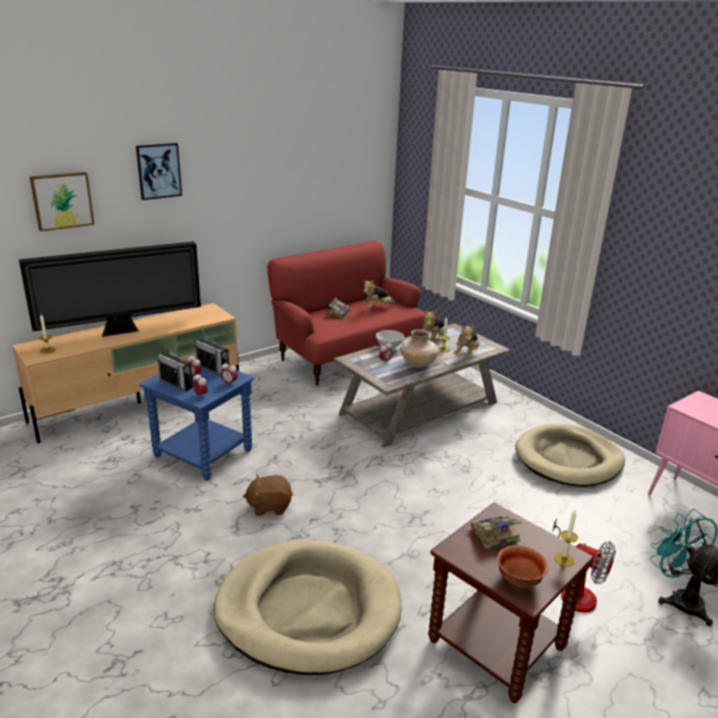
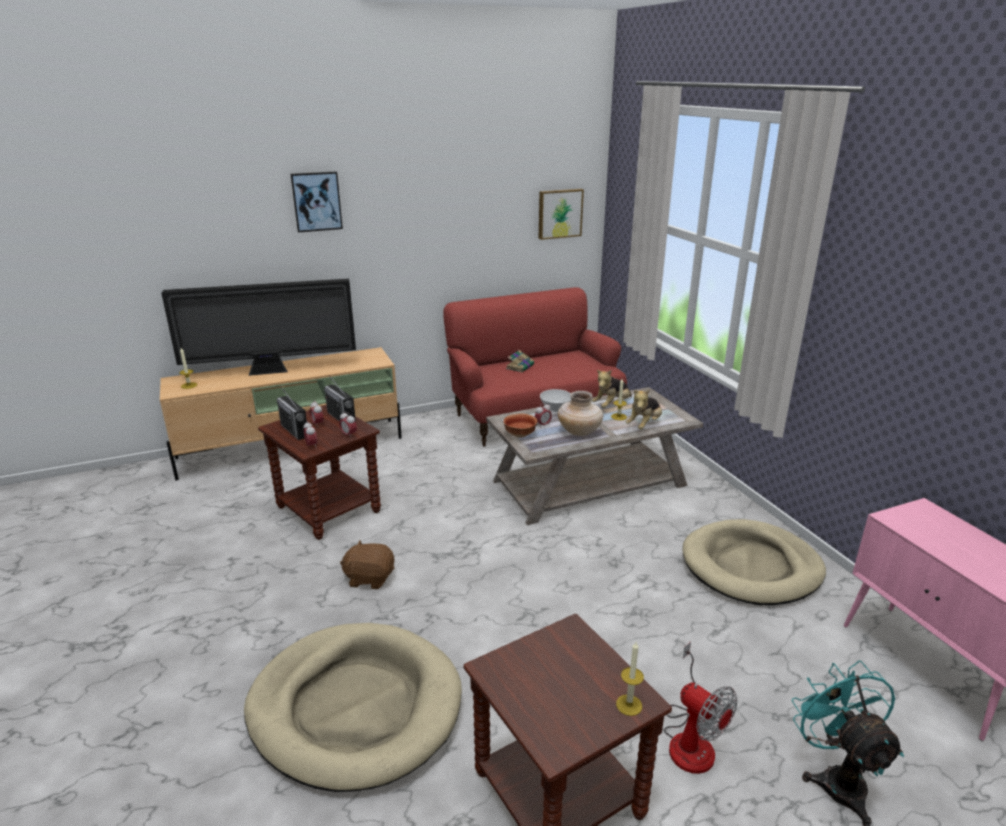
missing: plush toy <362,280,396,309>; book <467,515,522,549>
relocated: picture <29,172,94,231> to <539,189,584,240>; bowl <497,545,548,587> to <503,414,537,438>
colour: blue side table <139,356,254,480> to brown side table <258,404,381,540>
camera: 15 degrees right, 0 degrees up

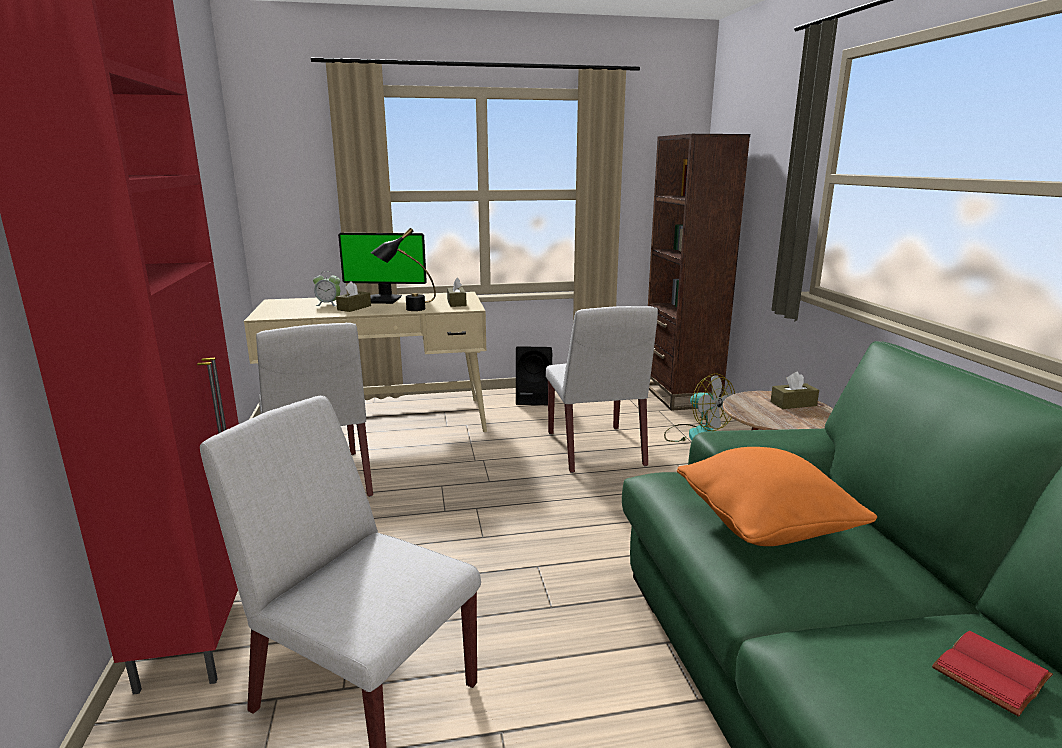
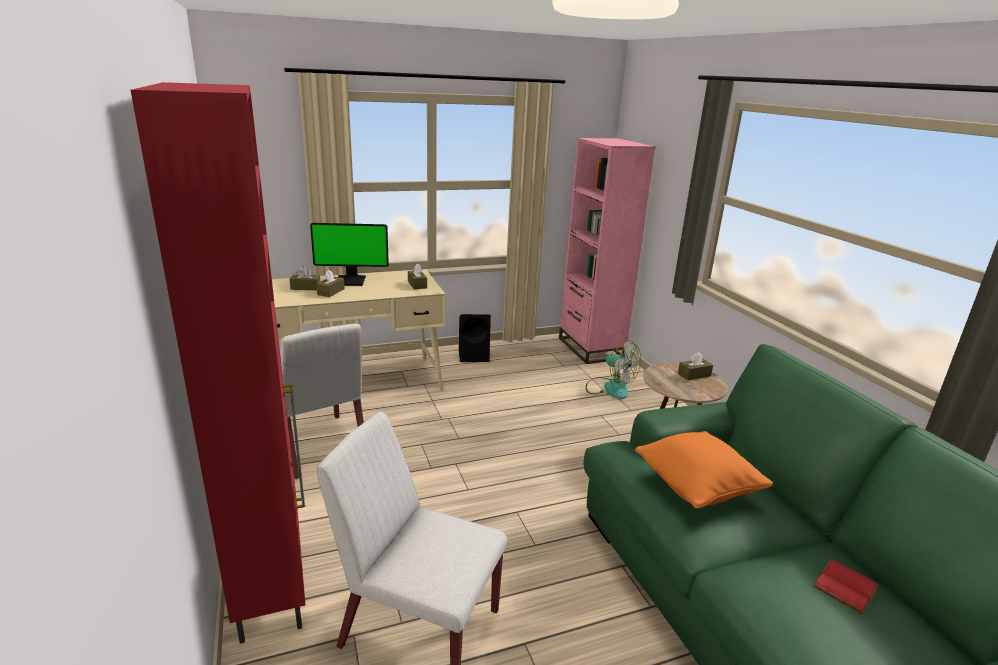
missing: black table lamp <371,228,436,311>; white chair <546,306,658,473>
exchanged: alarm clock <313,271,340,306> to brown tissue box <289,266,320,290>
colour: brown bookcase <648,134,750,411> to pink bookcase <559,138,656,364>
camera: 10 degrees left, 5 degrees up

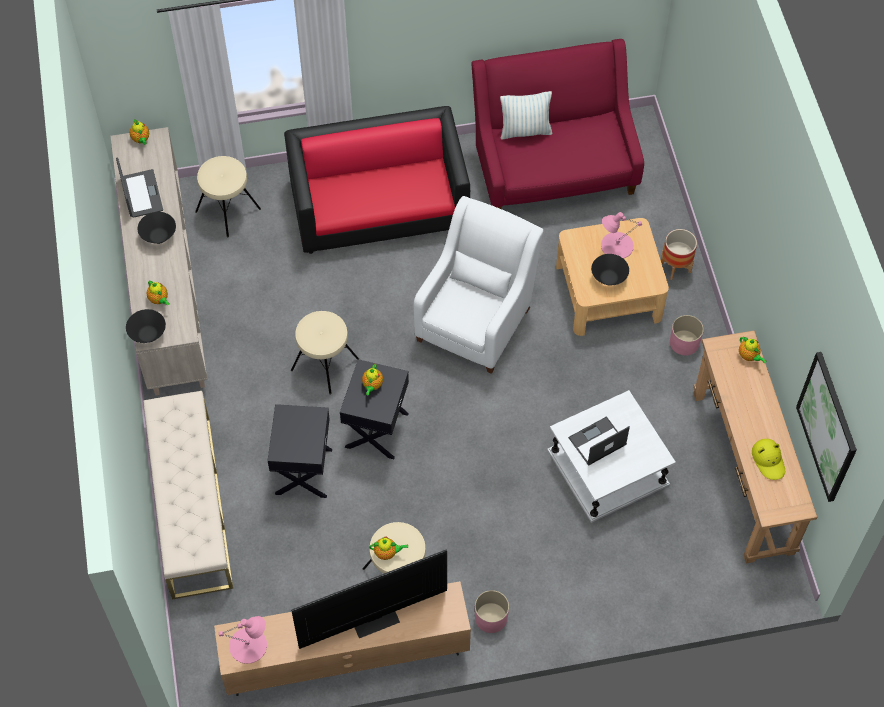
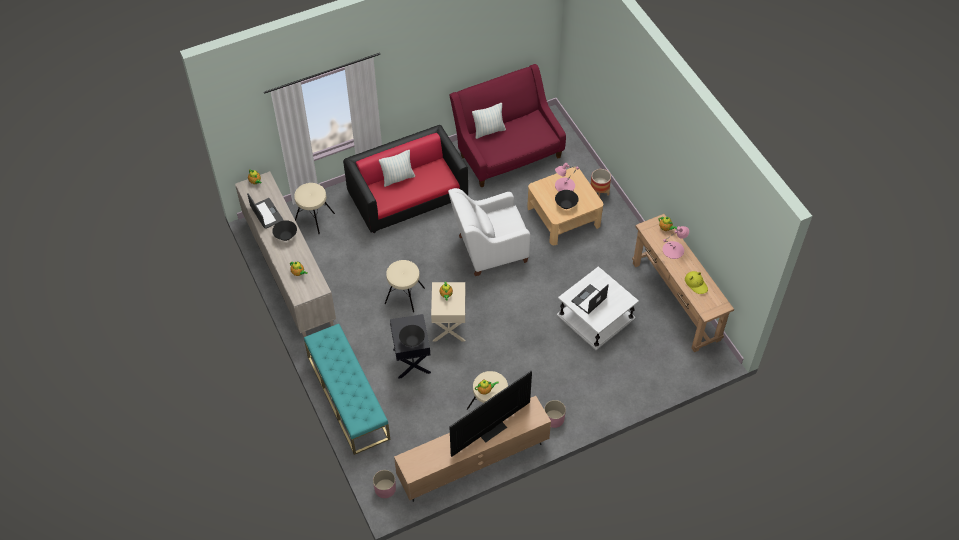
missing: picture <796,352,857,502>
appeared: pillow <379,150,415,187>
relocated: black bowl <126,309,166,343> to <399,325,425,347>; pink table lamp <219,616,267,664> to <663,226,689,259>; pink planter <670,315,704,355> to <373,470,396,498>
colour: beige bench <143,391,233,599> to turquoise bench <304,324,390,455>; black side table <340,359,409,459> to beige side table <431,282,466,341>
spun: white armchair <414,196,543,374> = <448,188,530,276> 120 degrees counterclockwise
camera: 15 degrees left, 5 degrees down

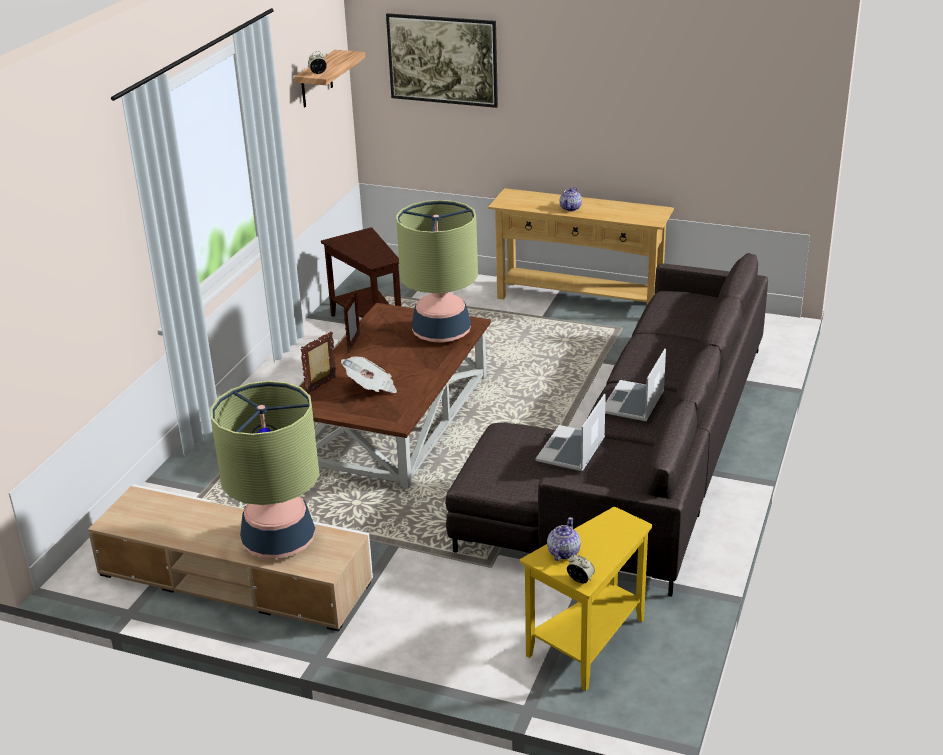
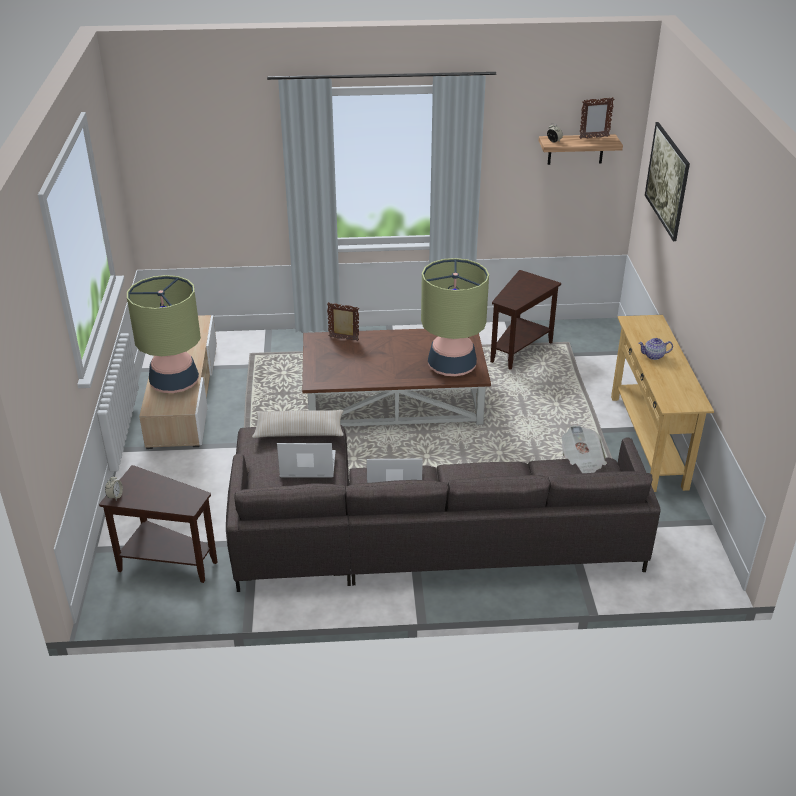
missing: teapot <547,517,581,561>
appeared: beige pillow <252,410,344,438>
relocated: newspaper <341,356,397,393> to <561,425,607,473>; picture frame <344,290,360,352> to <579,97,614,139>
colour: yellow side table <520,507,652,691> to brown side table <99,465,218,583>
camera: 65 degrees right, 5 degrees up

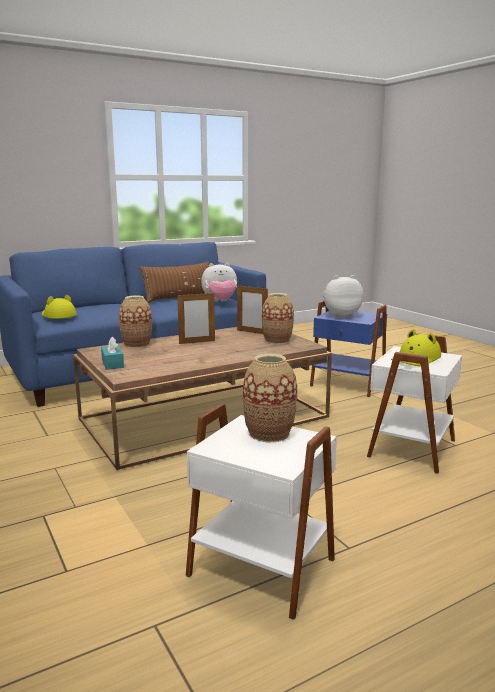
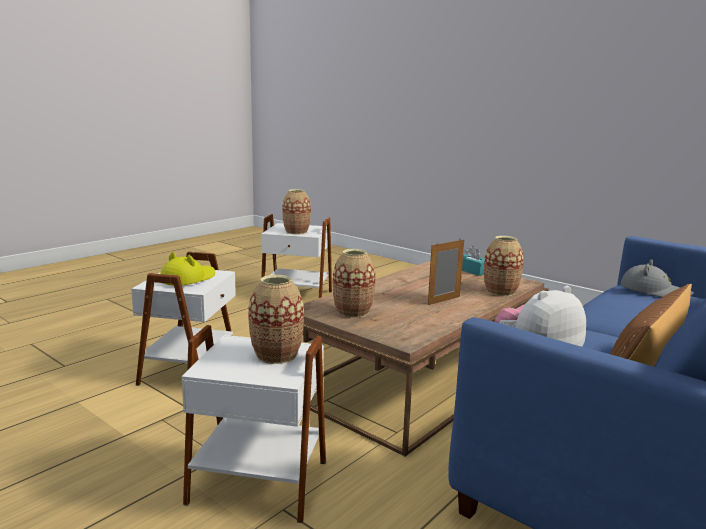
missing: picture frame <237,284,268,334>
exchanged: plush toy <323,275,364,318> to vase <249,275,304,364>
colour: yellow hat <42,294,77,319> to grey hat <620,259,694,298>; blue side table <310,300,387,397> to white side table <182,325,326,523>
camera: 160 degrees right, 0 degrees up

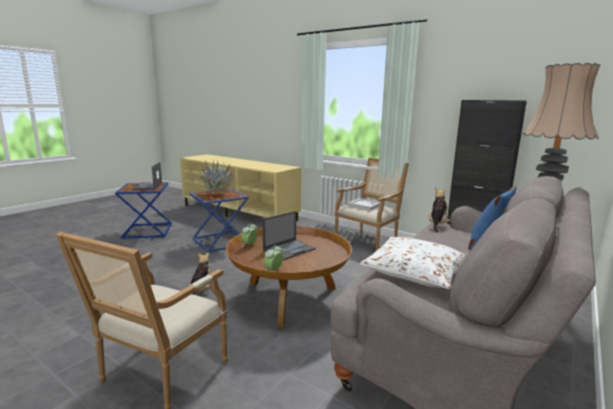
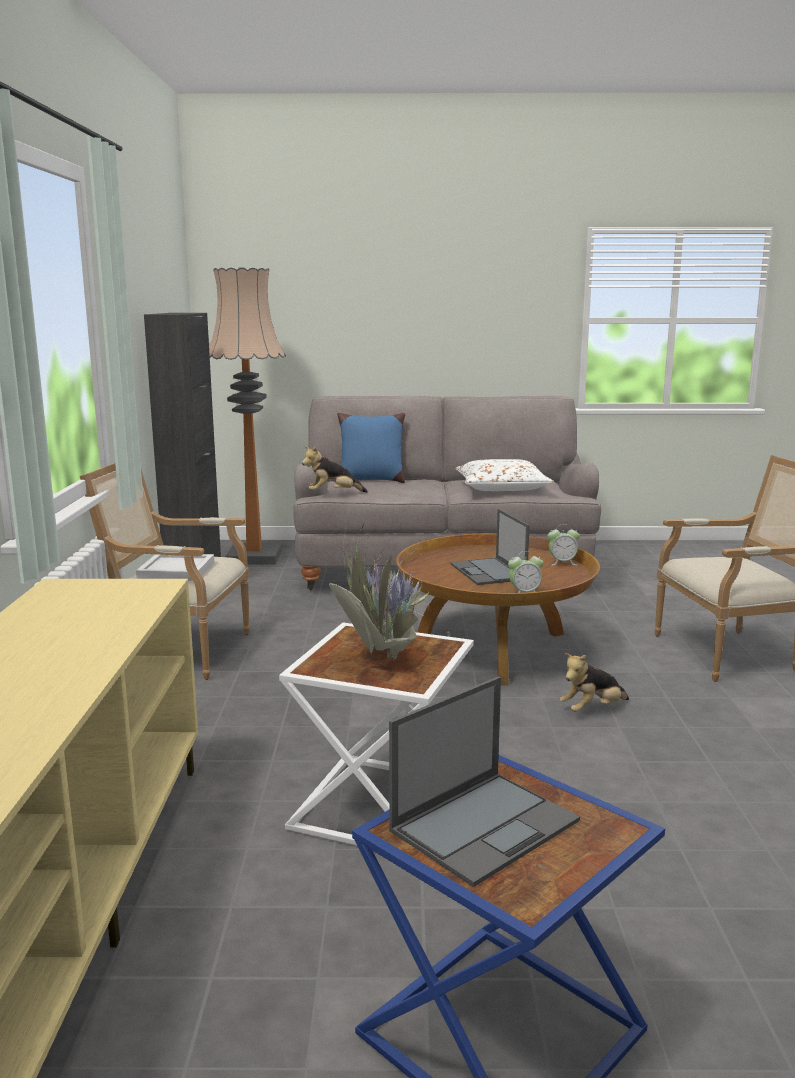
colour: blue side table <190,188,249,253> to white side table <279,623,474,845>
spun: laptop <262,211,316,260> = <451,509,530,585> 120 degrees counterclockwise
camera: 125 degrees left, 0 degrees up

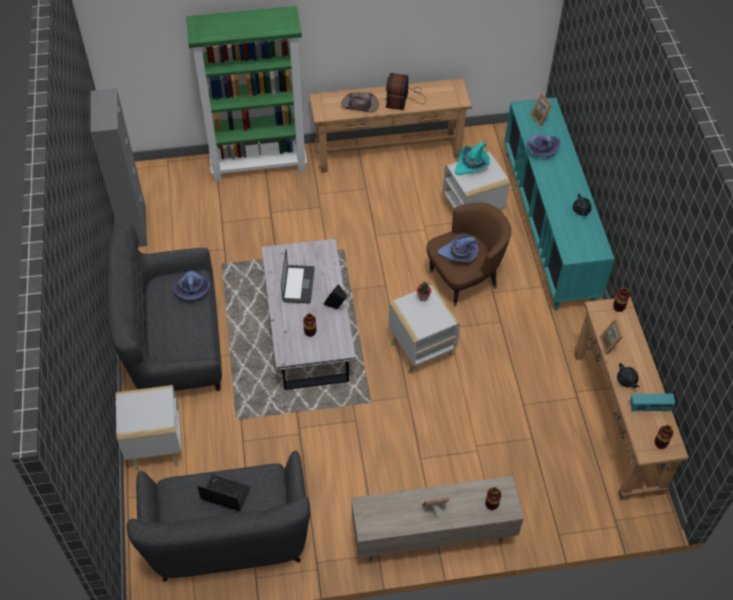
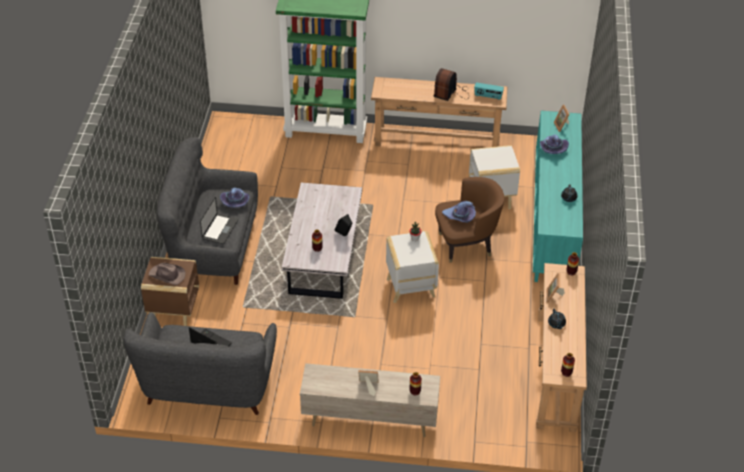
missing: grey cabinet <90,88,147,247>; turquoise hat <455,142,490,175>
relocated: laptop <281,250,315,303> to <200,197,238,244>; brown hat <341,92,379,112> to <149,263,186,285>; radio <630,394,675,411> to <474,82,504,100>
colour: white side table <116,385,182,471> to brown side table <141,257,199,326>
camera: 15 degrees right, 10 degrees down

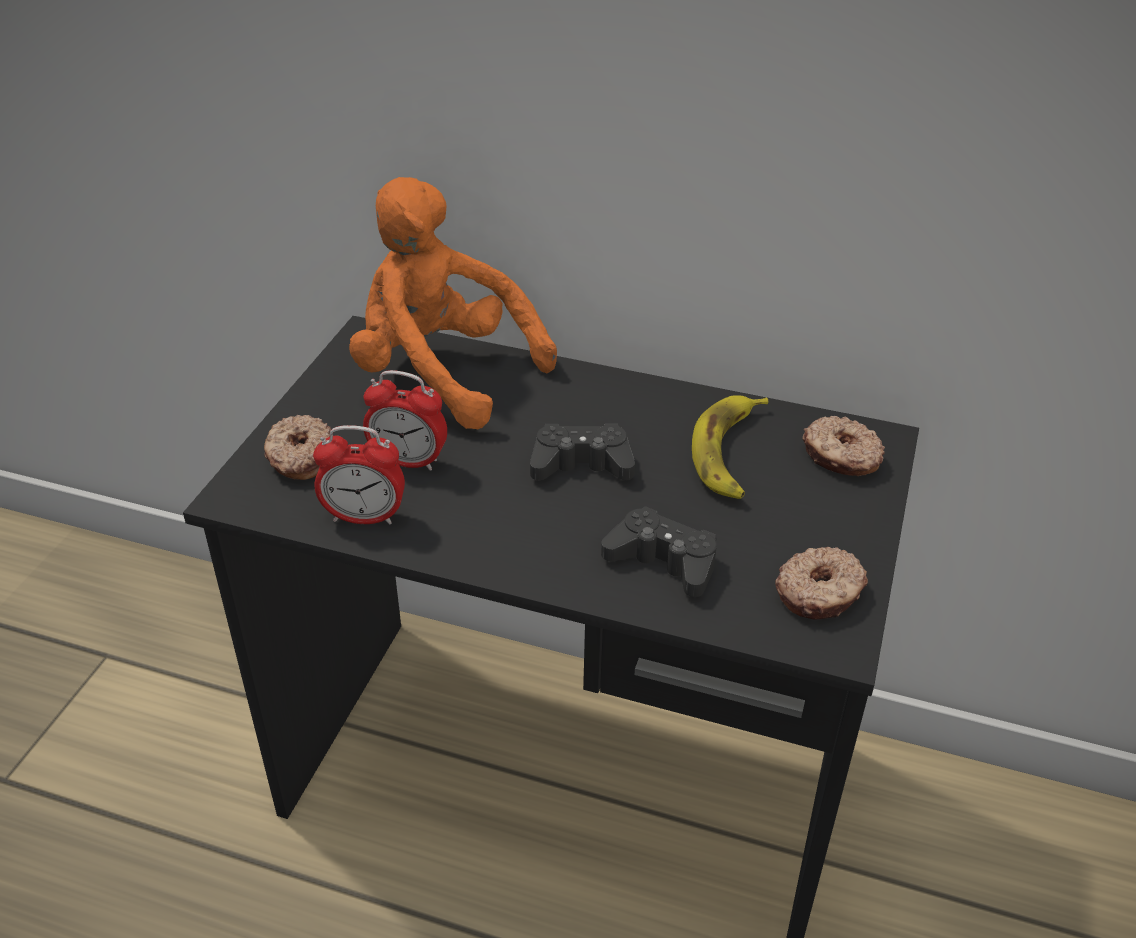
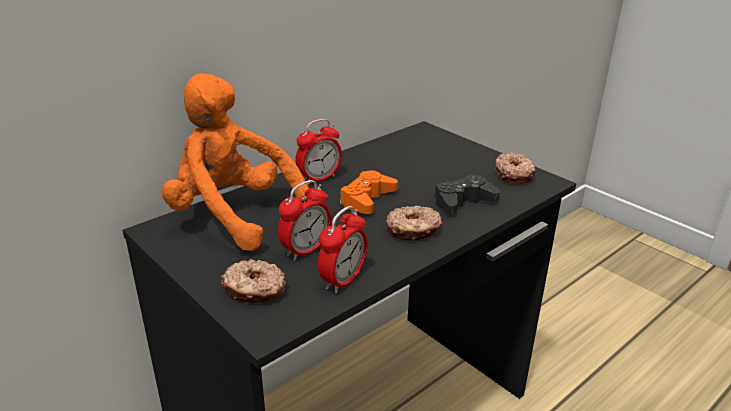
missing: banana <692,395,768,499>
appeared: alarm clock <296,119,342,185>
relocated: donut <802,416,885,476> to <386,206,442,241>
colour: black game controller <530,424,635,480> to orange game controller <340,171,398,214>
spun: orange plush toy <349,177,557,429> = <161,73,309,251> 60 degrees clockwise
camera: 60 degrees left, 10 degrees down

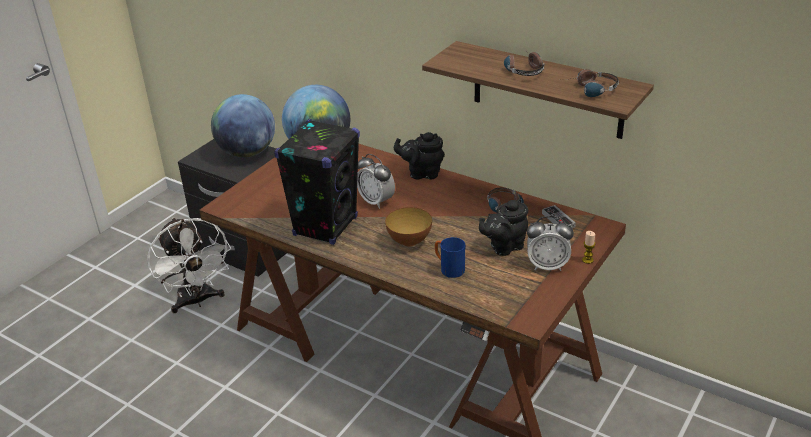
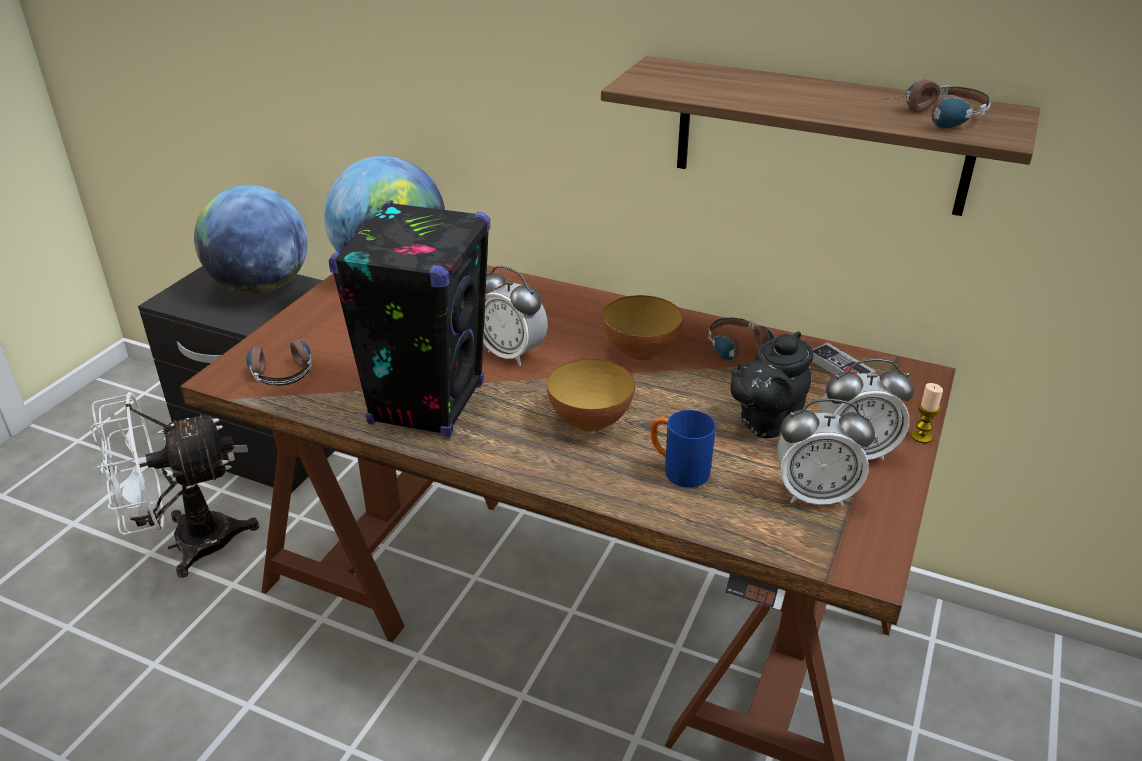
missing: black teapot <394,132,445,179>
appeared: bowl <603,295,683,360>; alarm clock <777,399,875,506>
relocated: headphones <504,52,544,76> to <246,336,312,386>
spun: white fan <147,218,231,313> = <91,392,259,578> 105 degrees clockwise
camera: 10 degrees left, 0 degrees up

